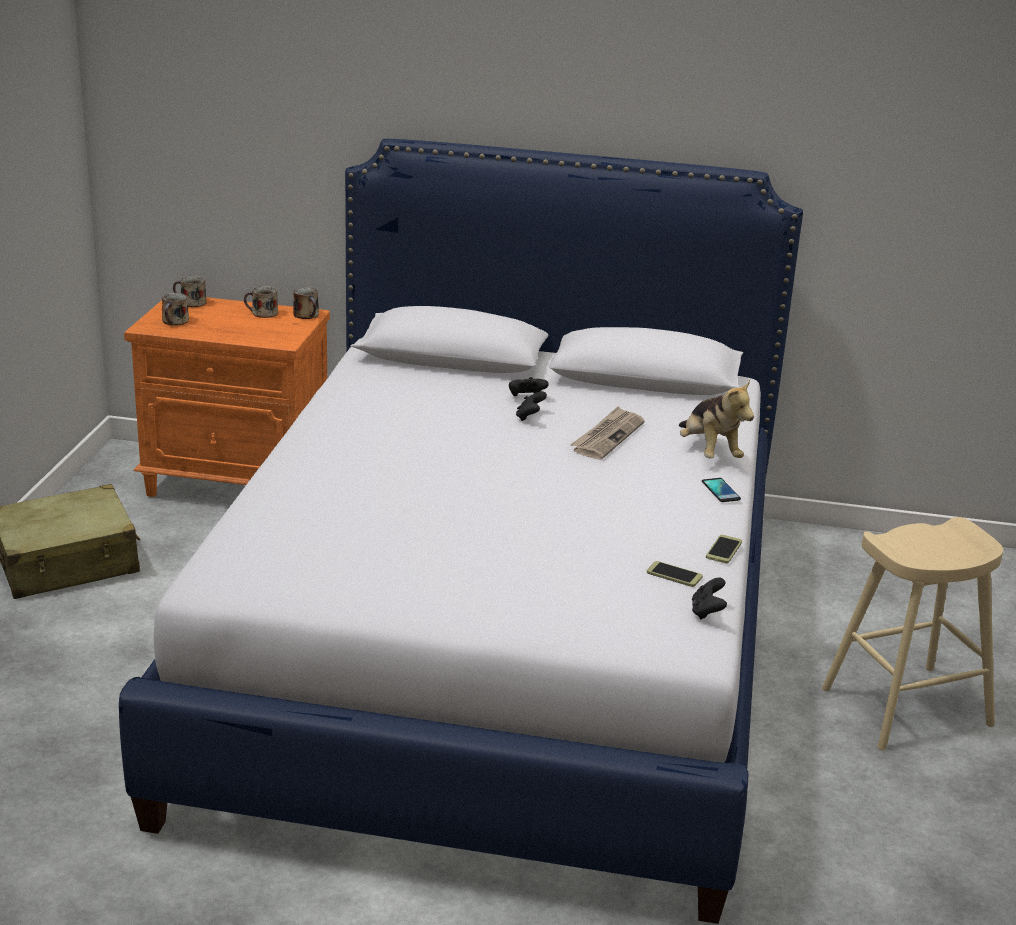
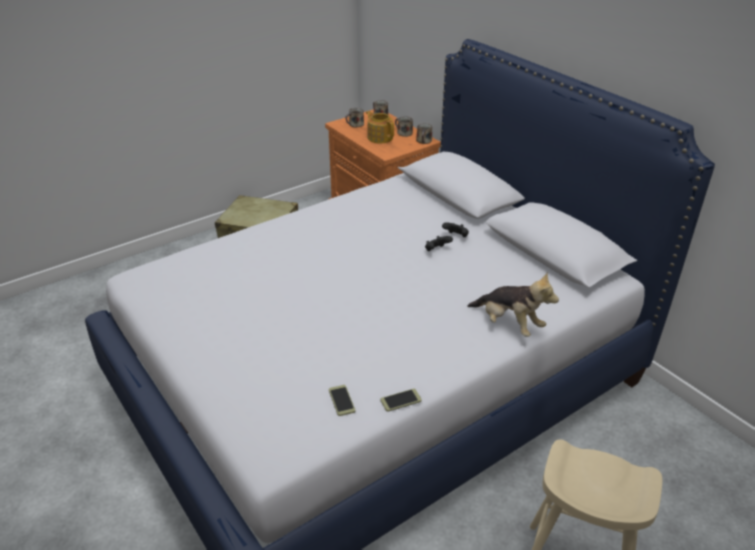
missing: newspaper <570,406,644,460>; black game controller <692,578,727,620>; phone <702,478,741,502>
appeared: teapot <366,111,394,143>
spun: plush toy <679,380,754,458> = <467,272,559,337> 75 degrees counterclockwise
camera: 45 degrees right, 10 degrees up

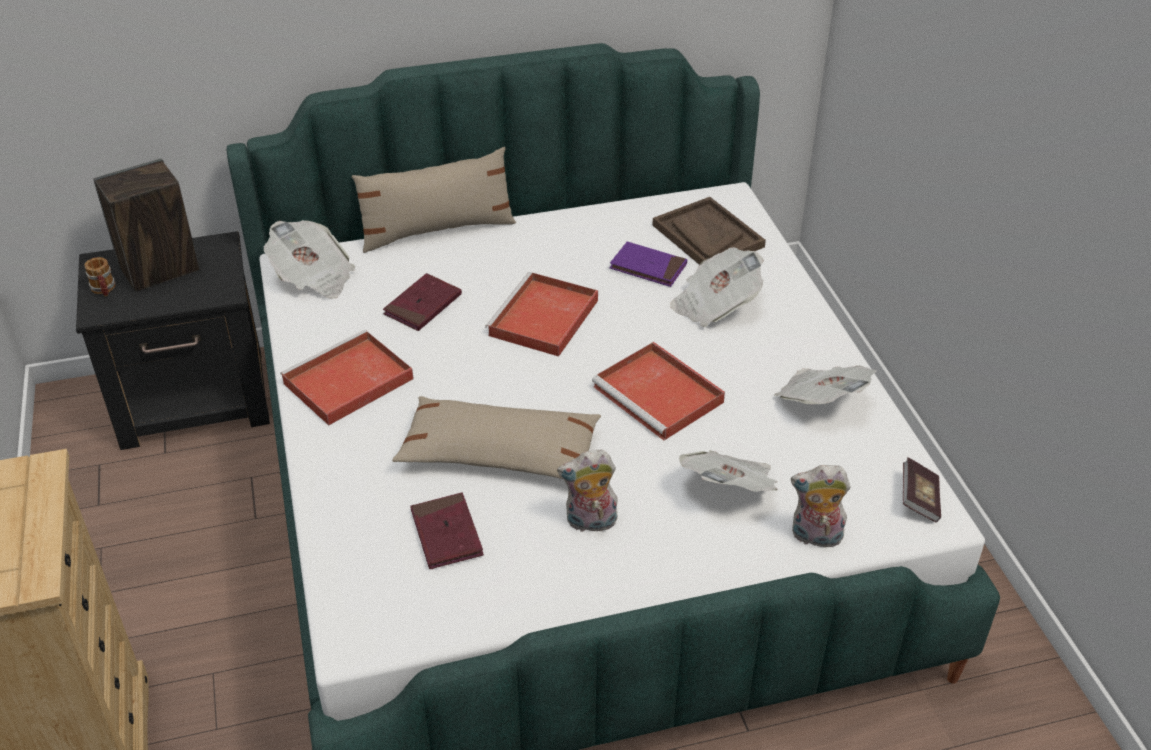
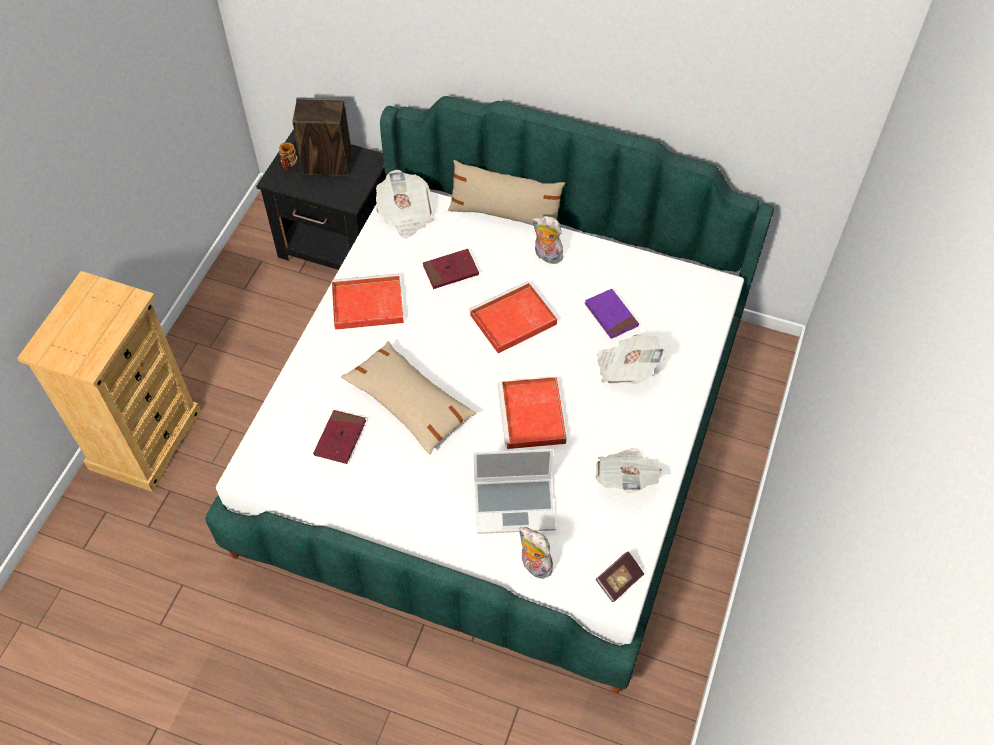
missing: brown tray <652,197,766,264>
relocated: plush toy <557,449,618,532> to <532,216,563,264>
exchanged: newspaper <679,450,778,492> to laptop <473,449,556,534>
camera: 35 degrees right, 15 degrees up

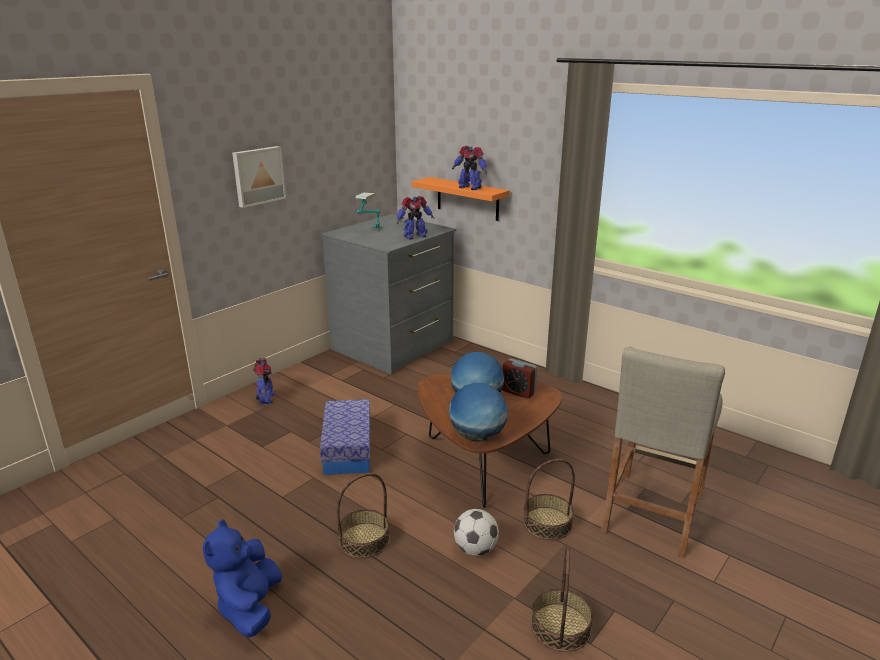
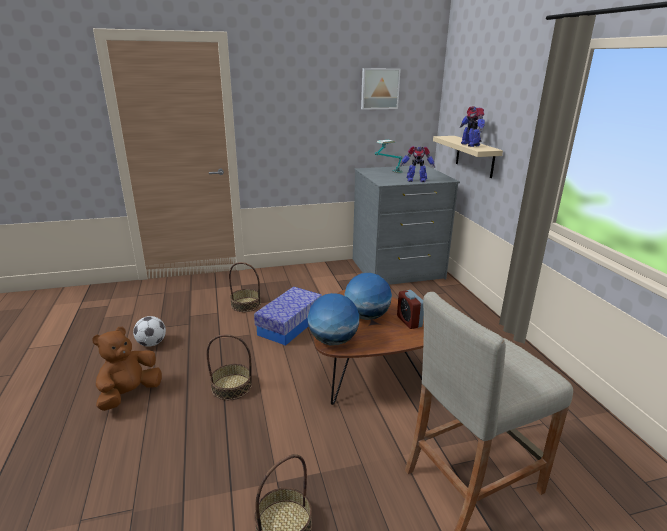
missing: toy robot <253,358,275,405>
relocated: picture <232,146,286,208> to <361,68,401,110>; football <454,509,499,556> to <133,316,166,347>; basket <523,459,575,540> to <229,262,261,312>
colour: blue plush toy <202,519,282,637> to brown plush toy <92,327,162,411>; orange shelf <411,177,510,221> to beige shelf <433,136,503,178>
camera: 35 degrees right, 0 degrees up

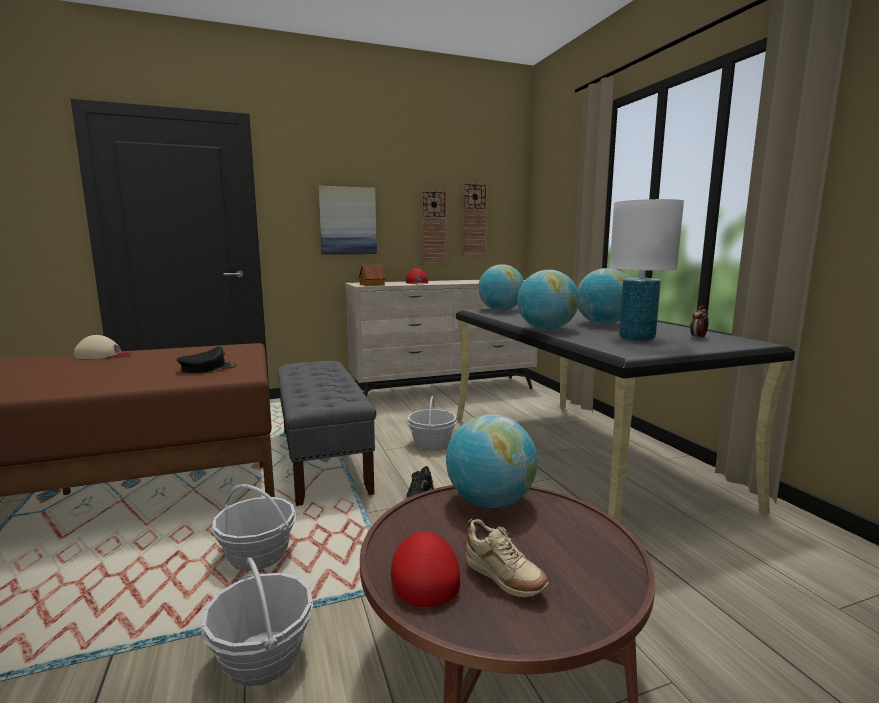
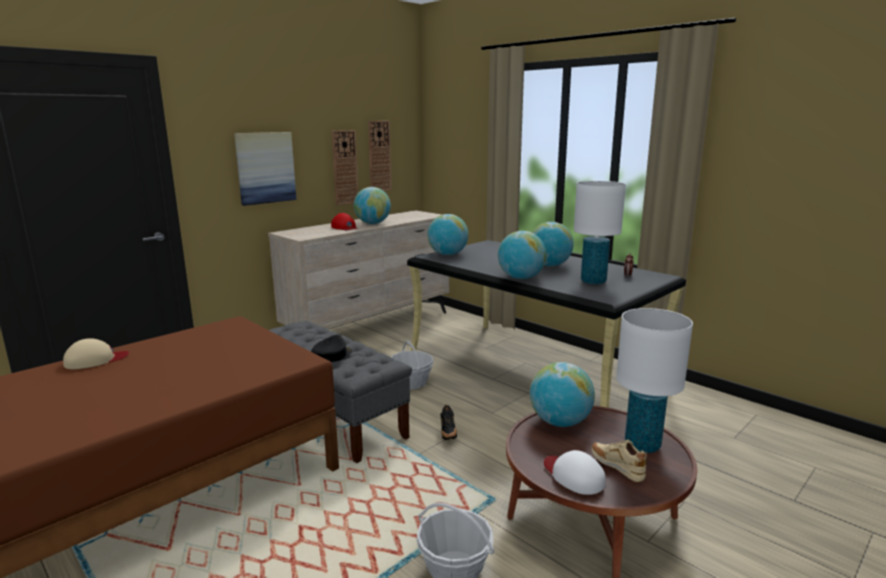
missing: basket <212,484,296,571>; toy house <359,265,386,286>
appeared: globe <354,187,391,224>; white table lamp <616,308,693,453>
relocated: black cap <177,347,237,373> to <311,335,352,362>
colour: red cap <391,532,460,607> to white cap <544,450,606,495>
spun: beige shoe <466,519,549,597> = <592,439,647,482> 150 degrees counterclockwise
camera: 25 degrees left, 5 degrees up

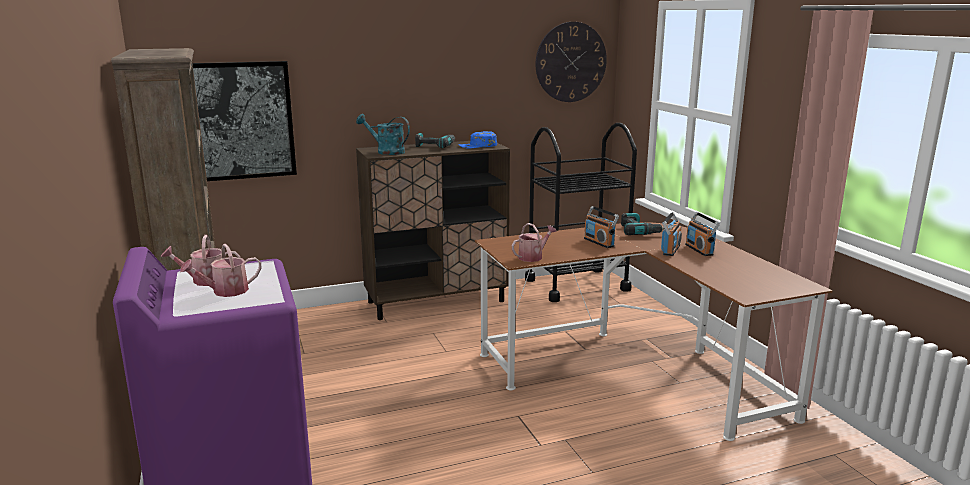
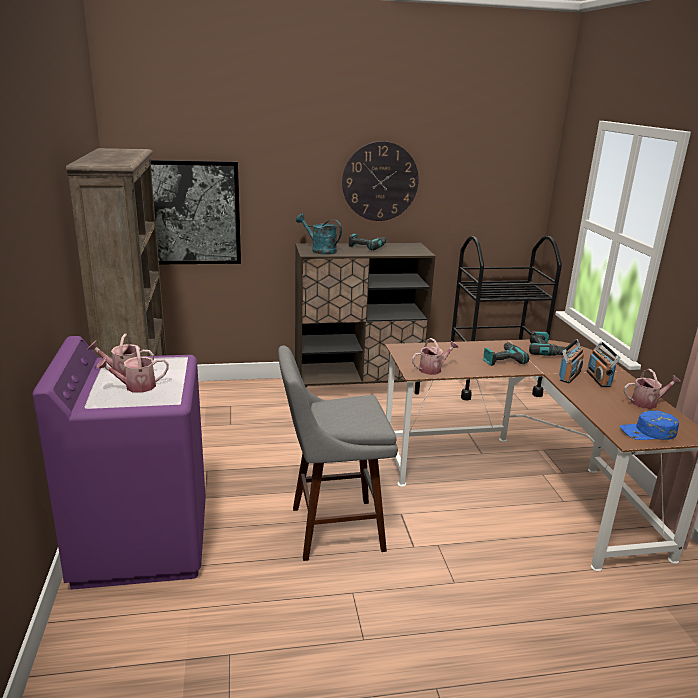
appeared: grey stool <278,346,398,561>; watering can <624,369,682,409>
relocated: blue cap <458,131,497,149> to <620,410,679,440>; wall clock <535,22,607,102> to <342,141,419,221>
exchanged: radio <584,206,619,248> to power drill <483,342,529,366>
camera: 10 degrees right, 5 degrees up

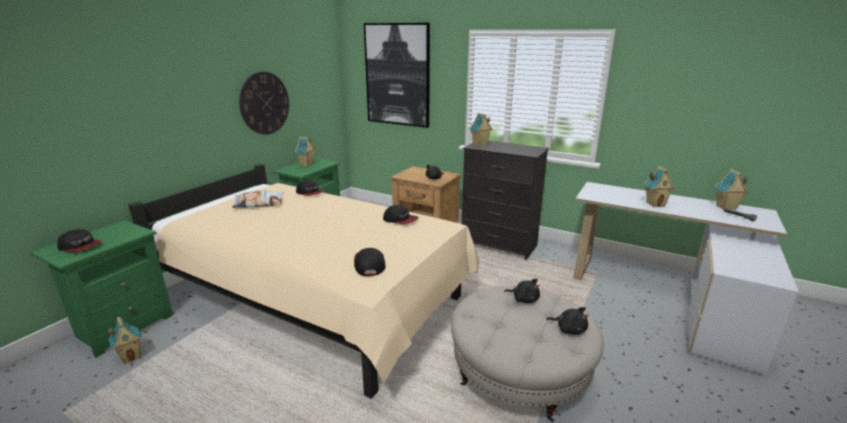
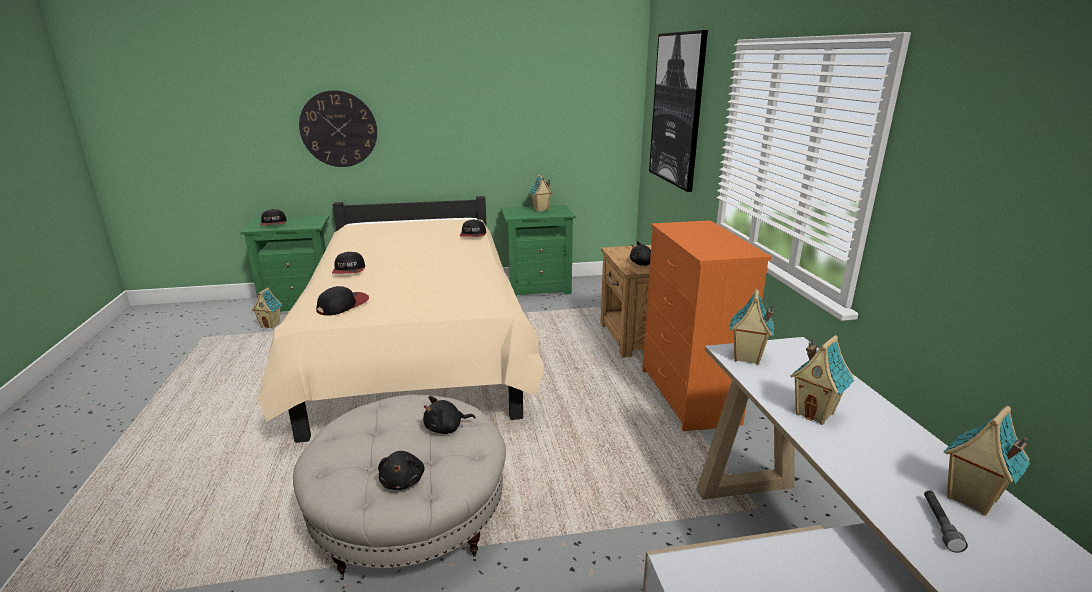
missing: pillow <232,190,284,208>
relocated: wall clock <239,72,289,134> to <299,90,377,167>; cap <383,205,419,224> to <332,252,365,274>; toy house <469,113,492,147> to <729,289,774,365>
colour: black dresser <462,141,549,260> to orange dresser <642,220,772,431>
spun: black plush toy <504,279,540,303> = <423,396,476,434> 75 degrees clockwise
camera: 50 degrees right, 0 degrees up

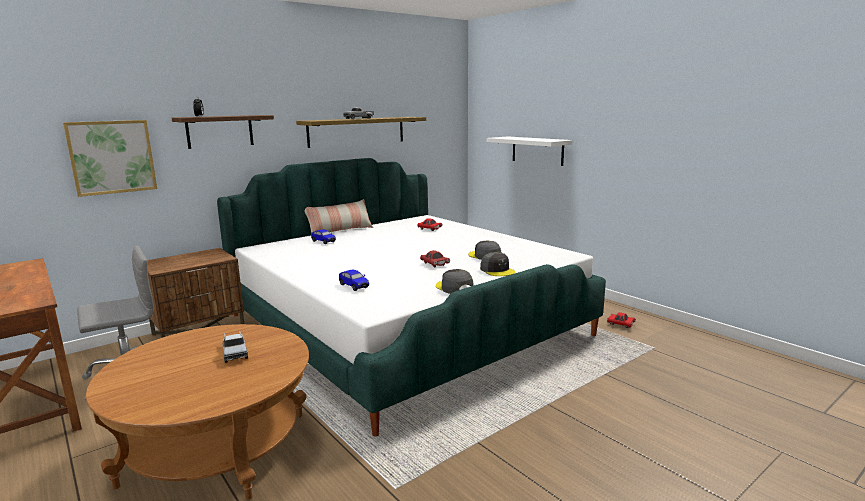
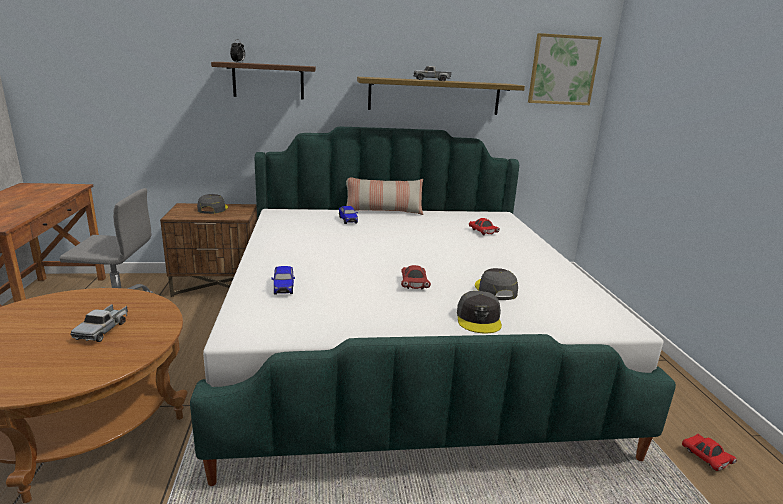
missing: white shelf <486,136,572,166>
relocated: picture <63,120,157,197> to <528,33,602,105>; grey cap <436,269,474,294> to <197,194,228,214>
camera: 30 degrees right, 5 degrees up

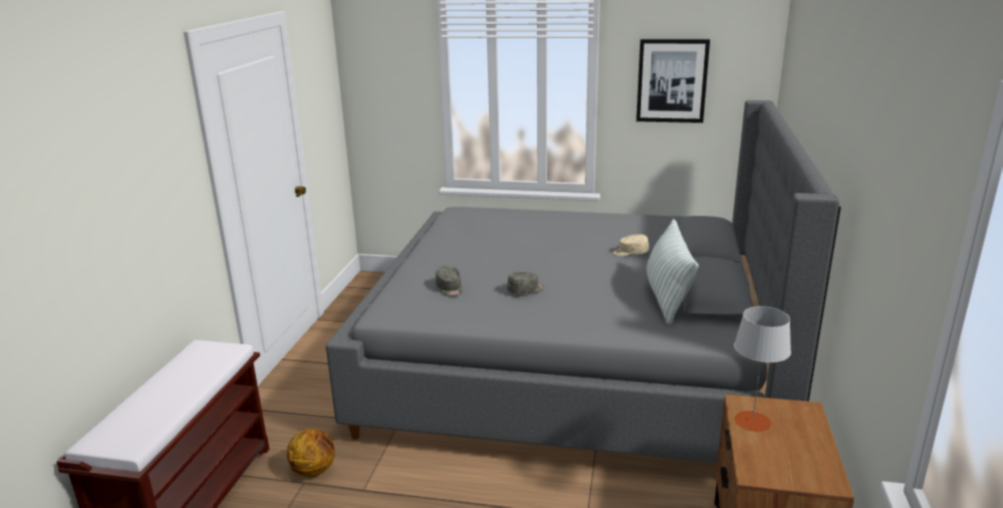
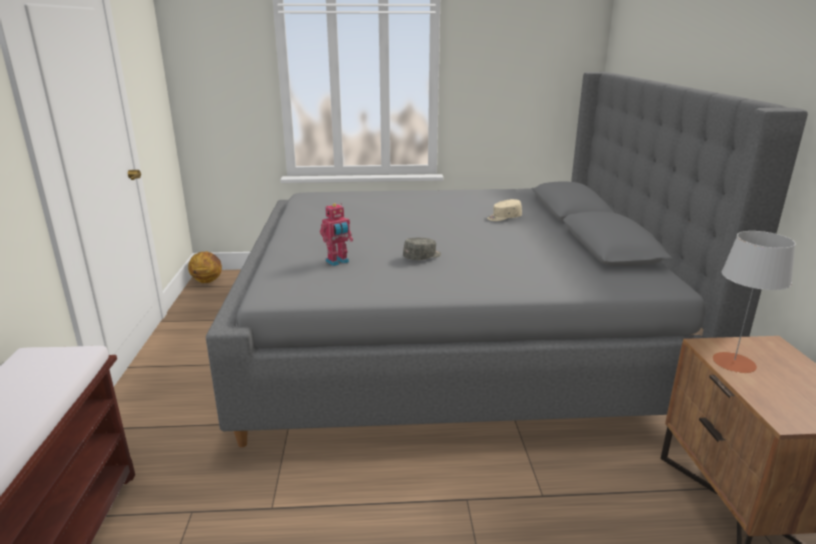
missing: picture <636,39,710,123>; pillow <646,219,699,325>
relocated: basketball <287,429,335,477> to <188,252,222,283>
exchanged: grey cap <435,266,462,297> to toy robot <320,203,353,266>
camera: 15 degrees left, 0 degrees up

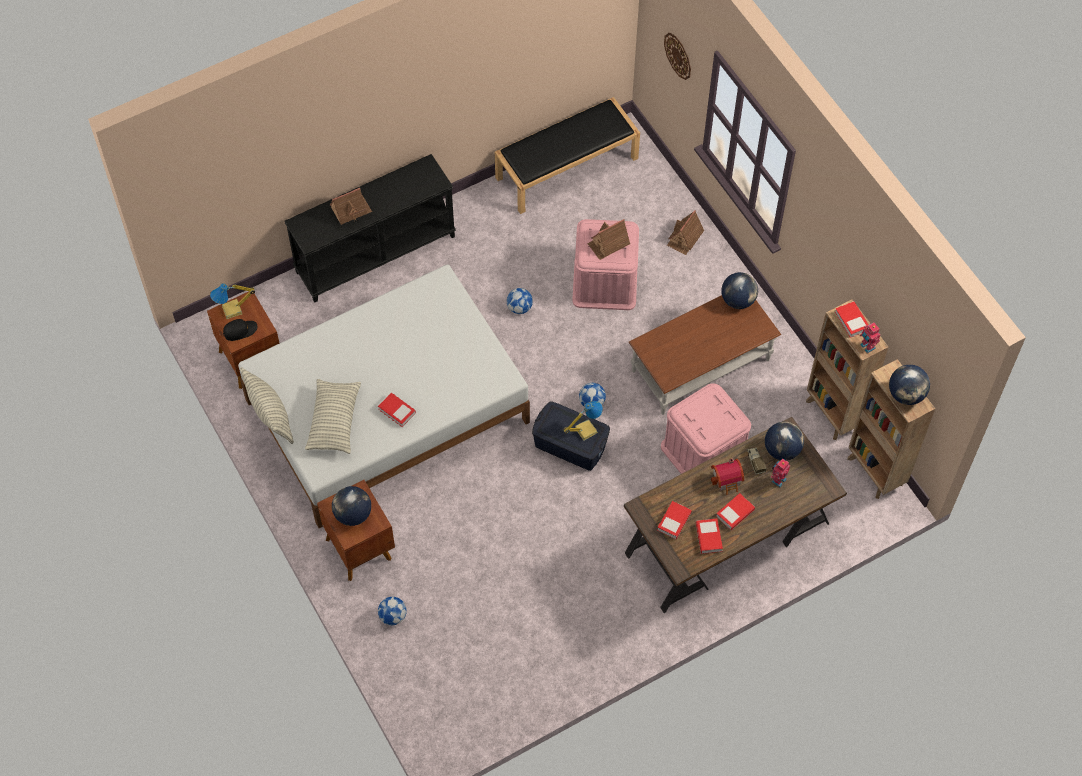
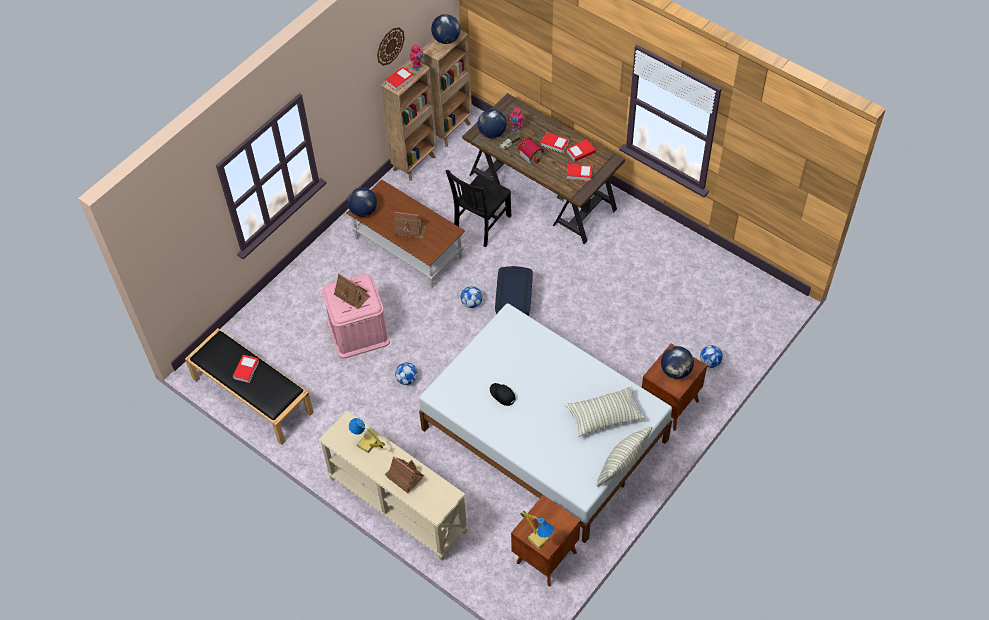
relocated: black cap <223,319,258,341> to <490,383,515,406>; book <378,393,416,427> to <233,355,259,383>; table lamp <563,401,603,440> to <349,418,385,453>; wall clock <664,33,691,80> to <377,27,405,66>; toy house <667,210,704,255> to <394,212,427,238>
exchanged: pink storage box <661,383,751,474> to black chair <446,170,511,247>
colour: black console table <284,154,456,303> to beige console table <319,411,468,561>
camera: 110 degrees left, 5 degrees down

